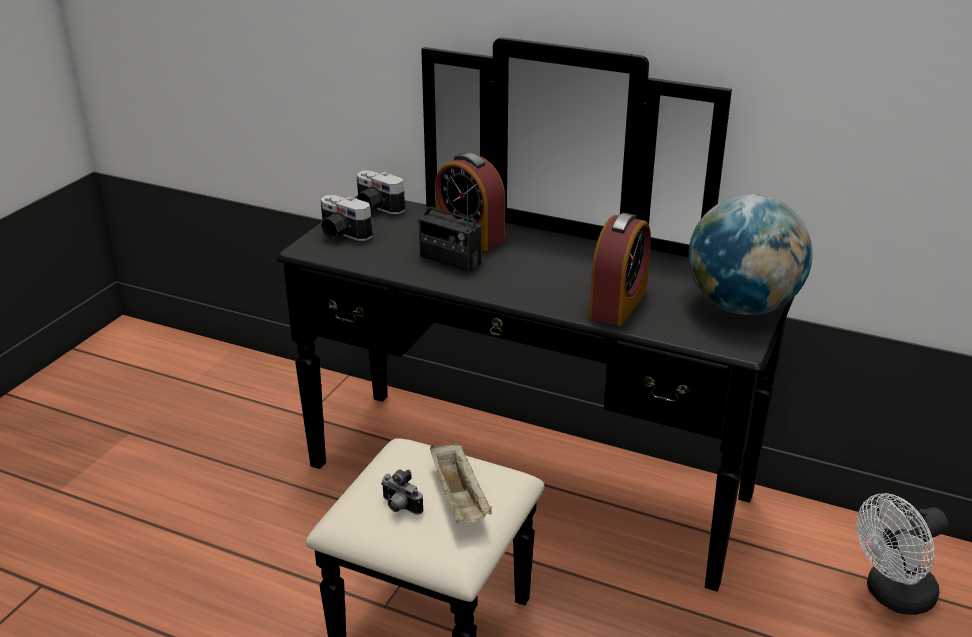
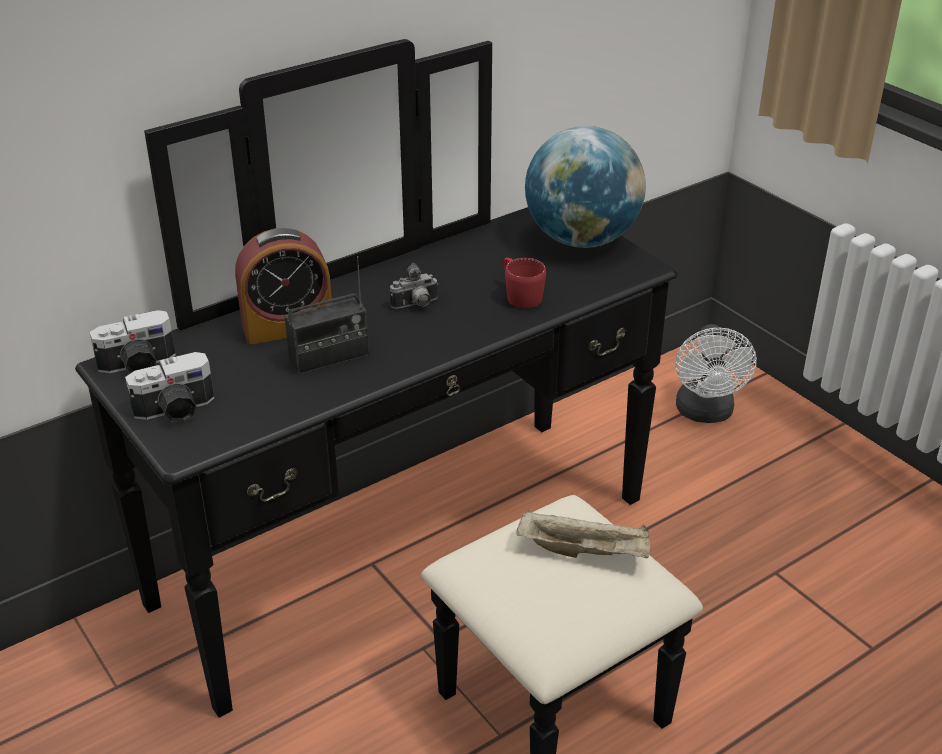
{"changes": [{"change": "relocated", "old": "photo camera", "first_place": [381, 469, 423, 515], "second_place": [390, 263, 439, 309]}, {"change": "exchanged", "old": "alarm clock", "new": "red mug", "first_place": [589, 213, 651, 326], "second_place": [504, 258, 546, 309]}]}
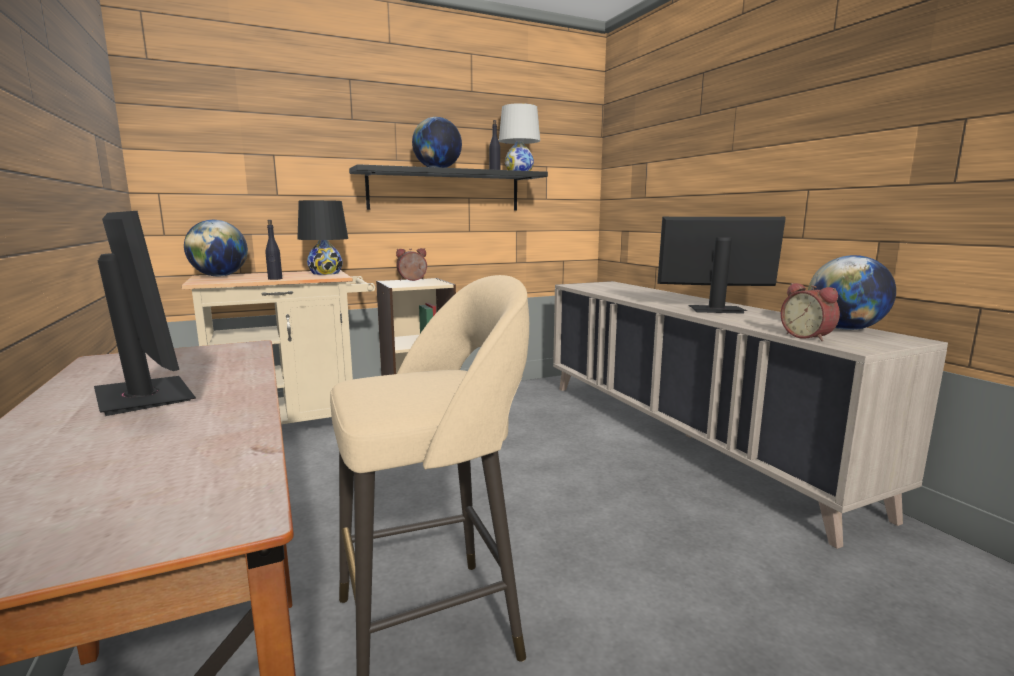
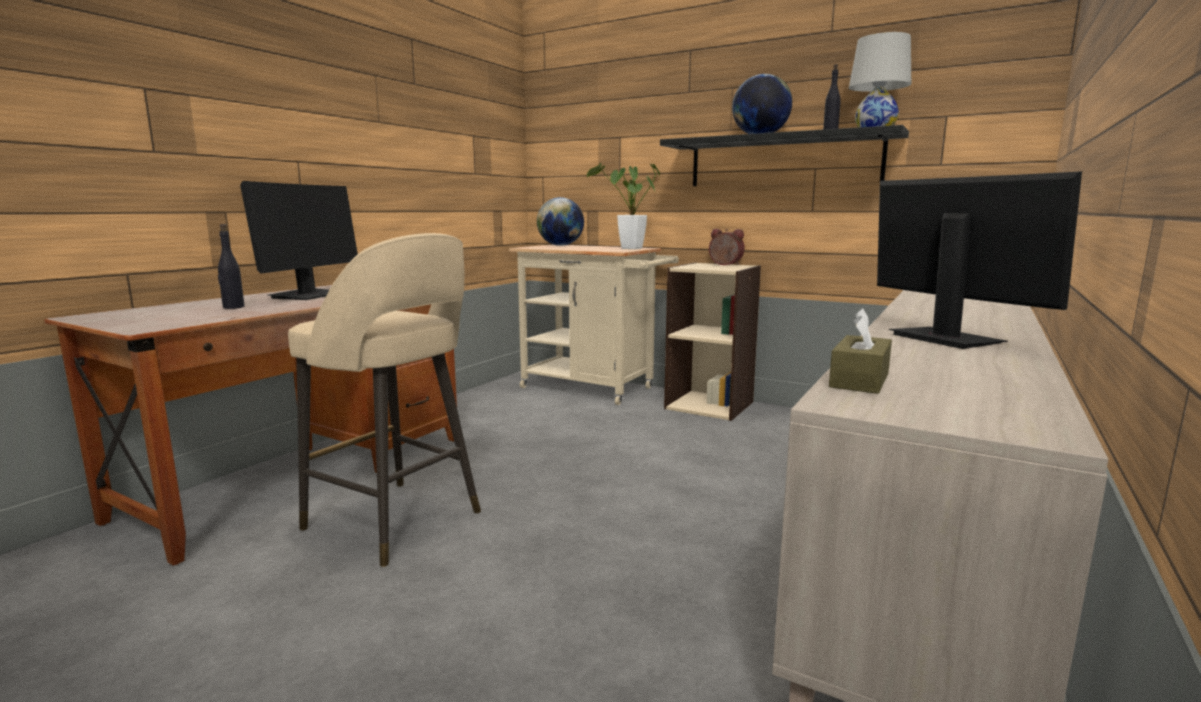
{"changes": [{"change": "relocated", "old": "black bottle", "first_place": [265, 220, 282, 280], "second_place": [218, 224, 245, 309]}, {"change": "exchanged", "old": "black table lamp", "new": "potted plant", "first_place": [297, 200, 348, 275], "second_place": [587, 163, 660, 249]}, {"change": "exchanged", "old": "alarm clock", "new": "brown tissue box", "first_place": [781, 283, 840, 341], "second_place": [829, 308, 892, 394]}, {"change": "missing", "old": "globe", "first_place": [808, 255, 896, 330]}]}
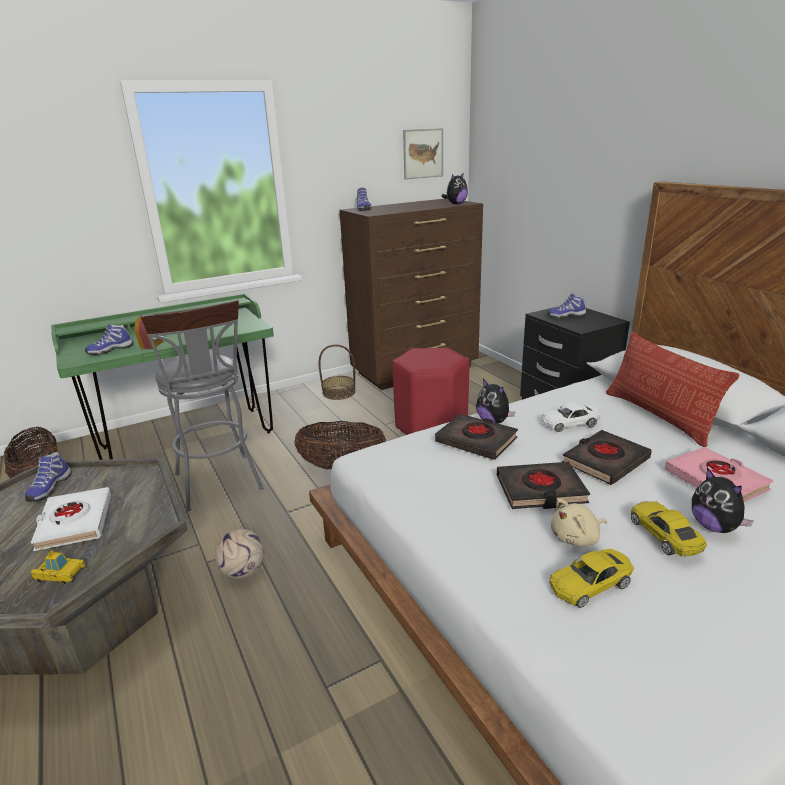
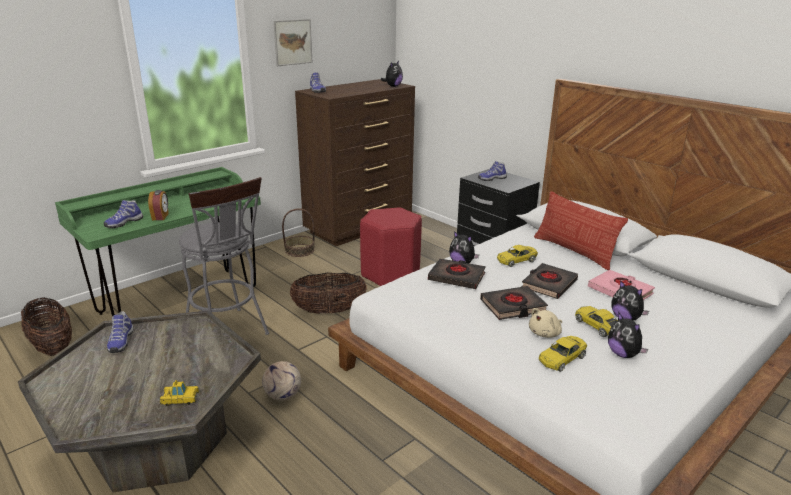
{"changes": [{"change": "relocated", "old": "picture", "first_place": [403, 128, 443, 180], "second_place": [273, 19, 313, 66]}, {"change": "colour", "old": "white toy car", "new": "yellow toy car", "first_place": [542, 402, 601, 432], "second_place": [497, 245, 538, 267]}, {"change": "appeared", "new": "plush toy", "second_place": [608, 313, 648, 358]}, {"change": "missing", "old": "white book", "first_place": [31, 487, 111, 551]}]}
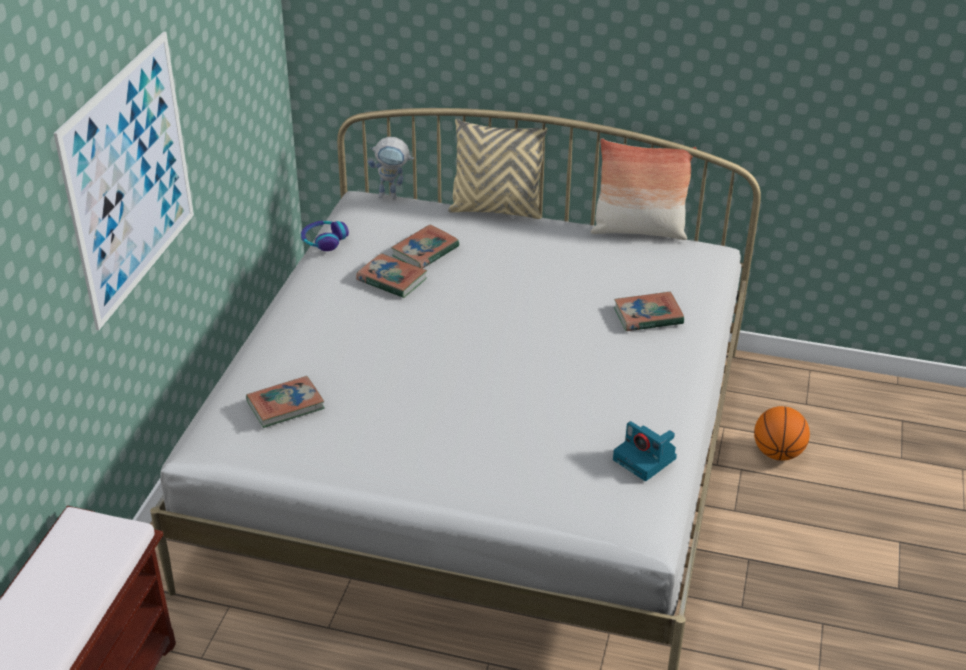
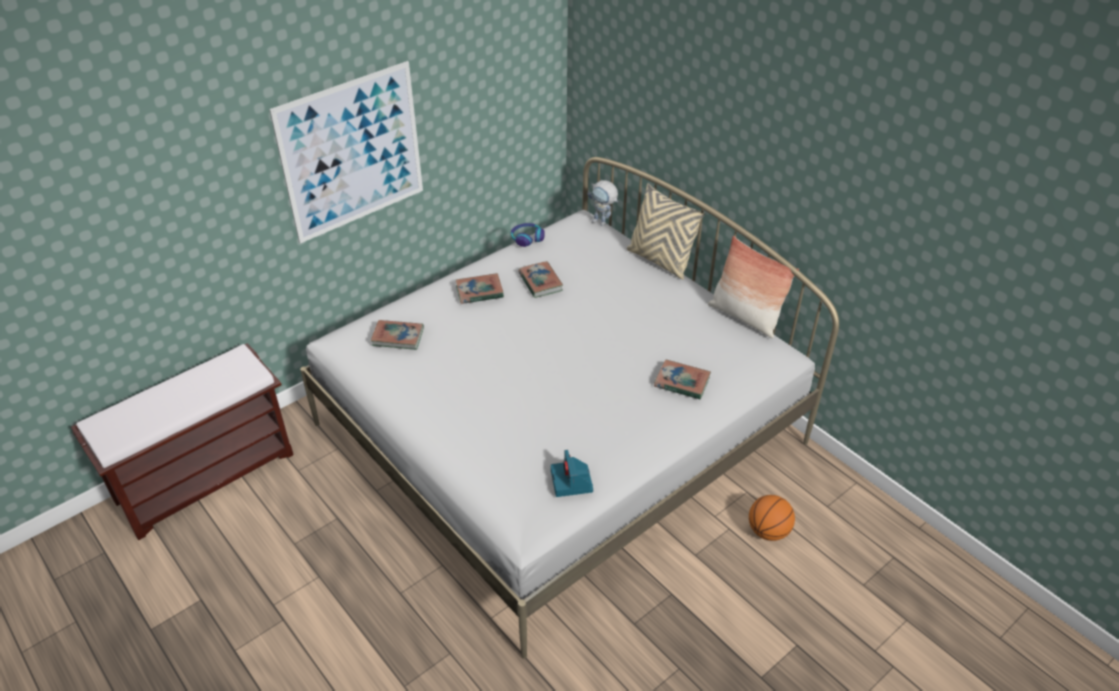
{"changes": [{"change": "relocated", "old": "book", "first_place": [391, 224, 459, 269], "second_place": [456, 273, 504, 304]}]}
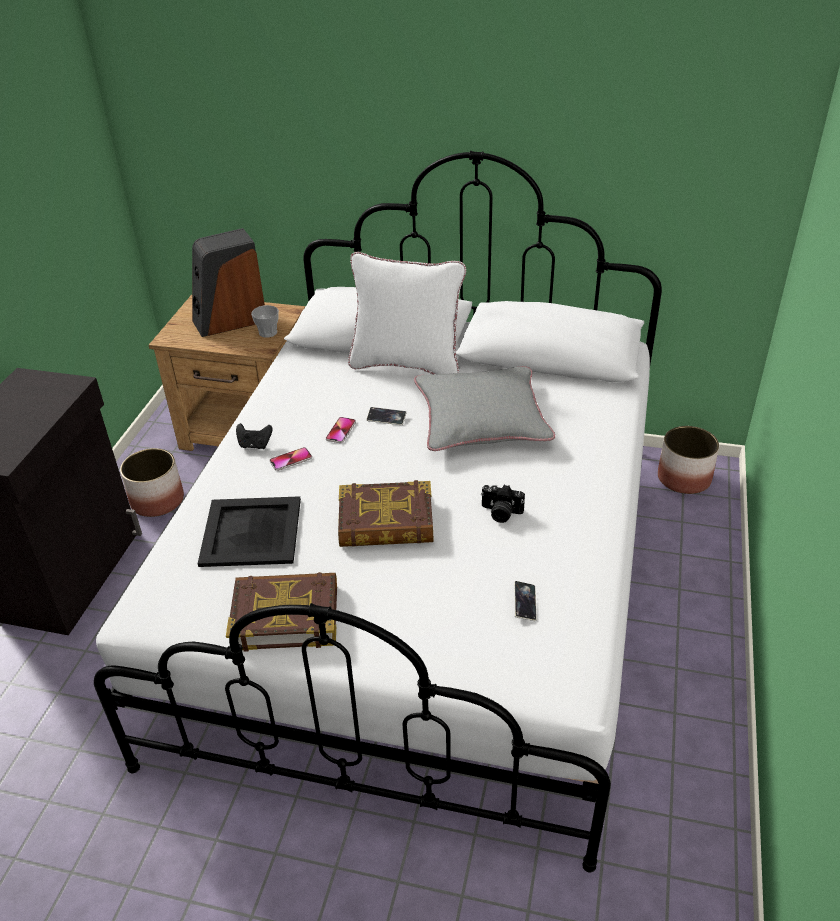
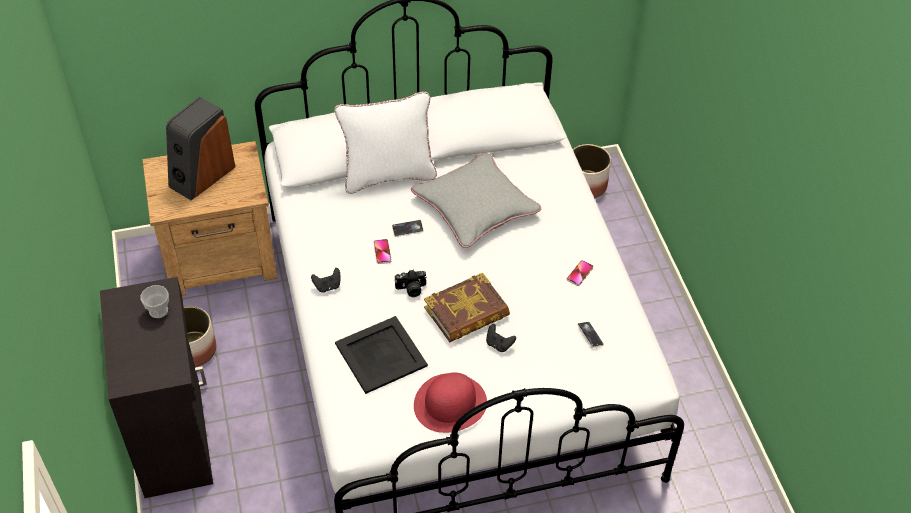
{"changes": [{"change": "relocated", "old": "cup", "first_place": [251, 305, 279, 338], "second_place": [140, 285, 169, 318]}, {"change": "relocated", "old": "photo camera", "first_place": [481, 484, 525, 523], "second_place": [395, 269, 427, 297]}, {"change": "exchanged", "old": "book", "new": "red hat", "first_place": [226, 572, 337, 652], "second_place": [414, 373, 487, 433]}, {"change": "appeared", "new": "black game controller", "second_place": [486, 324, 516, 352]}, {"change": "relocated", "old": "phone", "first_place": [269, 447, 312, 471], "second_place": [567, 260, 594, 286]}]}
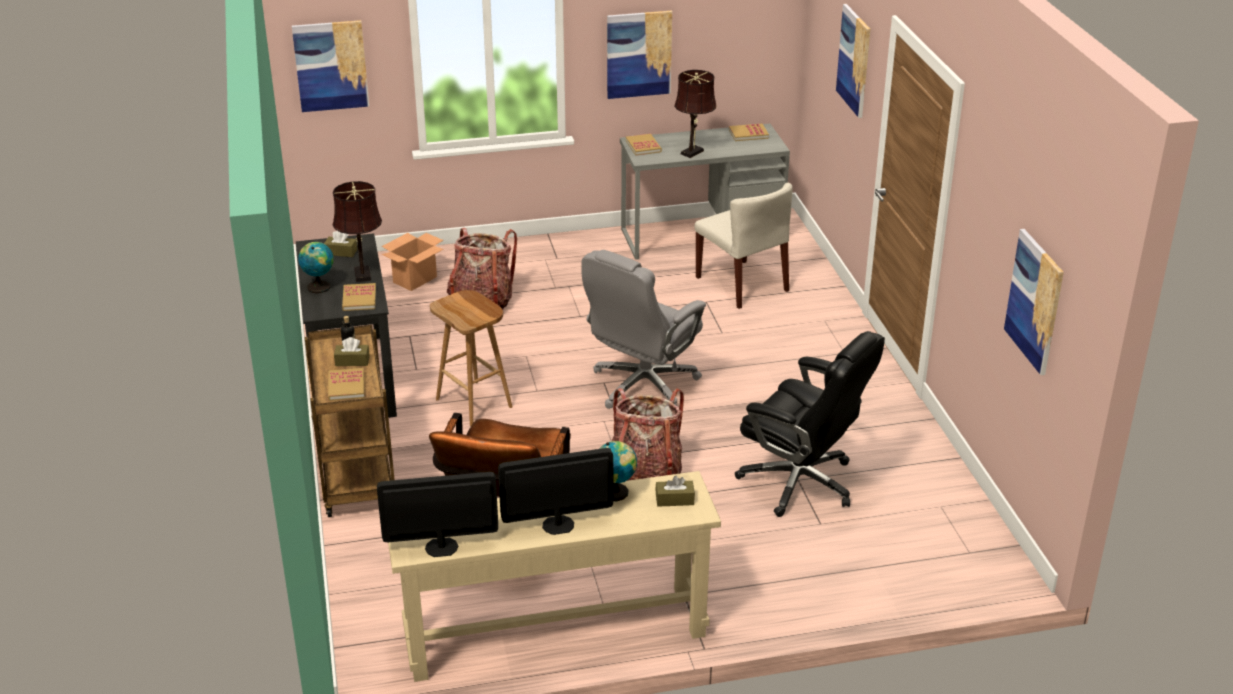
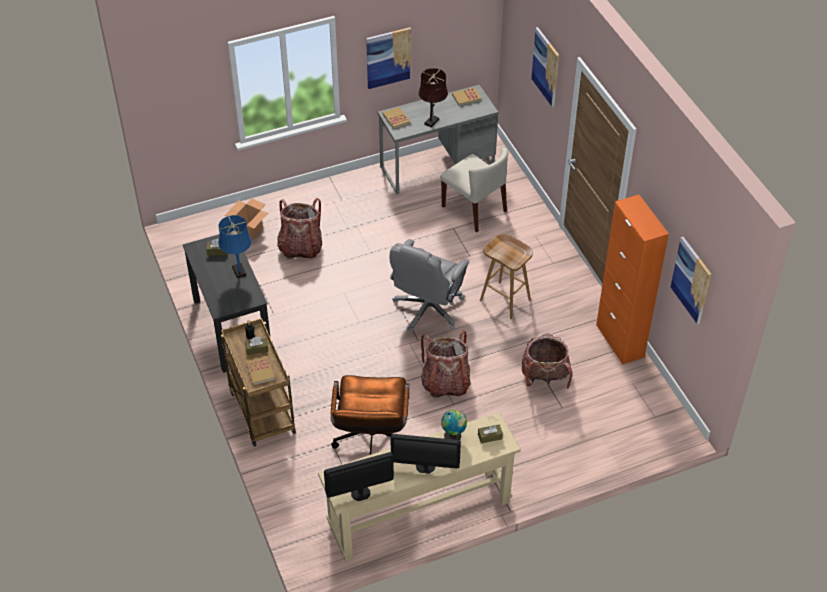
{"changes": [{"change": "colour", "old": "brown table lamp", "new": "blue table lamp", "first_place": [333, 181, 382, 282], "second_place": [218, 215, 252, 278]}, {"change": "spun", "old": "monitor", "first_place": [498, 448, 613, 535], "second_place": [390, 434, 461, 474], "degrees": -150}, {"change": "relocated", "old": "brown stool", "first_place": [430, 290, 512, 426], "second_place": [480, 234, 533, 319]}, {"change": "exchanged", "old": "black office chair", "new": "backpack", "first_place": [735, 331, 885, 517], "second_place": [522, 333, 572, 389]}, {"change": "appeared", "new": "orange cabinet", "second_place": [596, 194, 669, 365]}, {"change": "missing", "old": "picture", "first_place": [292, 20, 369, 112]}, {"change": "missing", "old": "globe", "first_place": [298, 242, 333, 293]}, {"change": "missing", "old": "book", "first_place": [342, 283, 376, 311]}]}
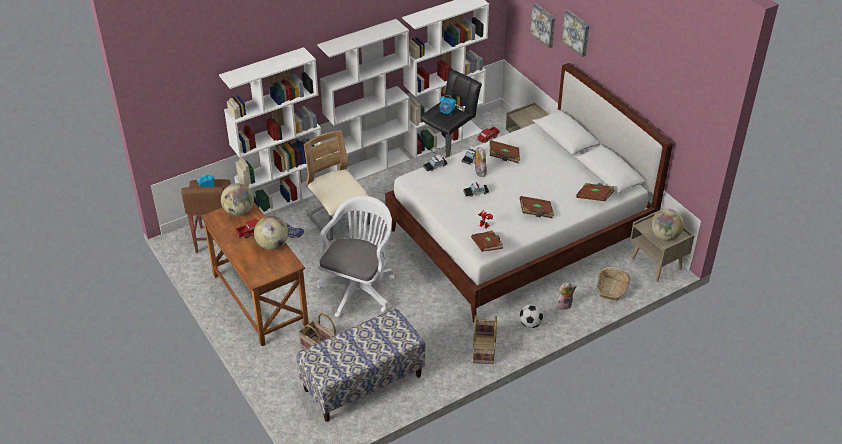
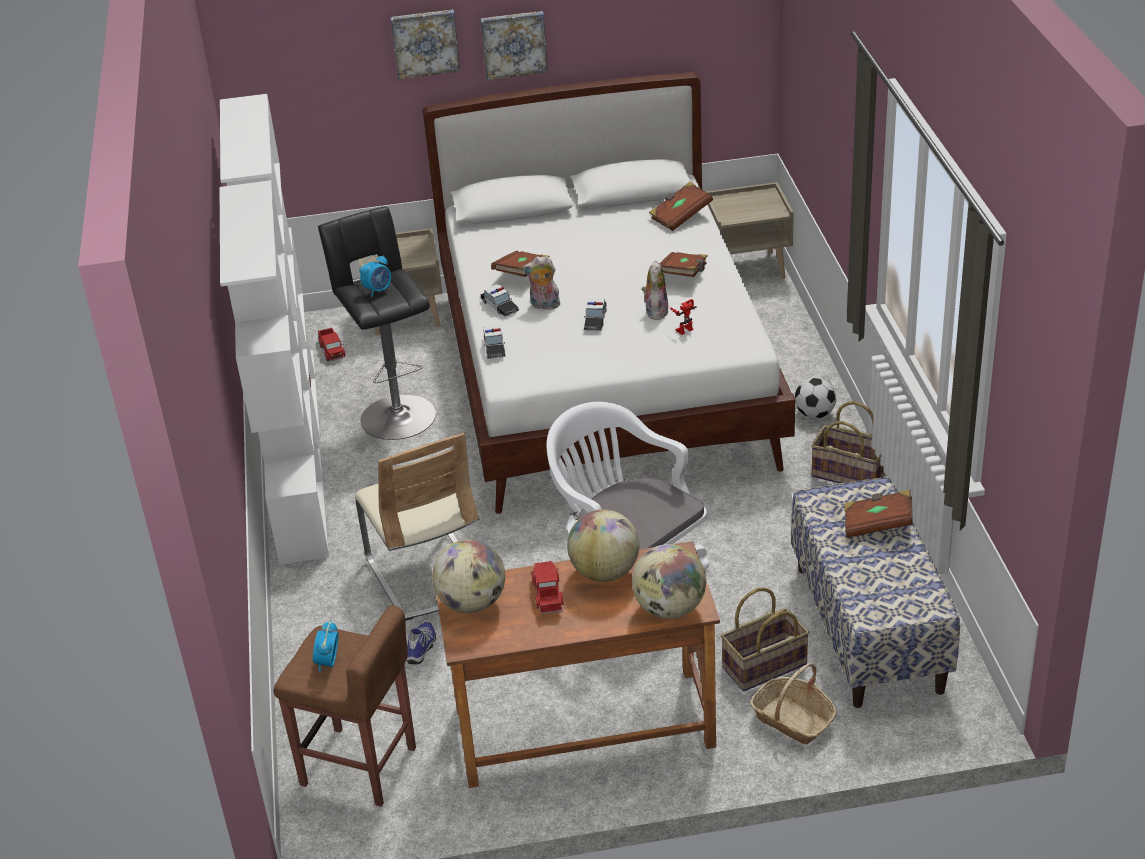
{"changes": [{"change": "spun", "old": "beige chair", "first_place": [304, 130, 370, 241], "second_place": [355, 433, 479, 621], "degrees": -105}, {"change": "relocated", "old": "picture", "first_place": [529, 3, 555, 48], "second_place": [480, 11, 548, 80]}, {"change": "relocated", "old": "globe", "first_place": [651, 209, 684, 241], "second_place": [632, 544, 706, 619]}, {"change": "relocated", "old": "plush toy", "first_place": [556, 282, 577, 310], "second_place": [641, 260, 669, 320]}, {"change": "relocated", "old": "basket", "first_place": [597, 267, 630, 301], "second_place": [750, 663, 837, 744]}, {"change": "relocated", "old": "brown book", "first_place": [471, 230, 503, 252], "second_place": [844, 490, 913, 538]}, {"change": "missing", "old": "white bookcase", "first_place": [219, 47, 322, 215]}]}
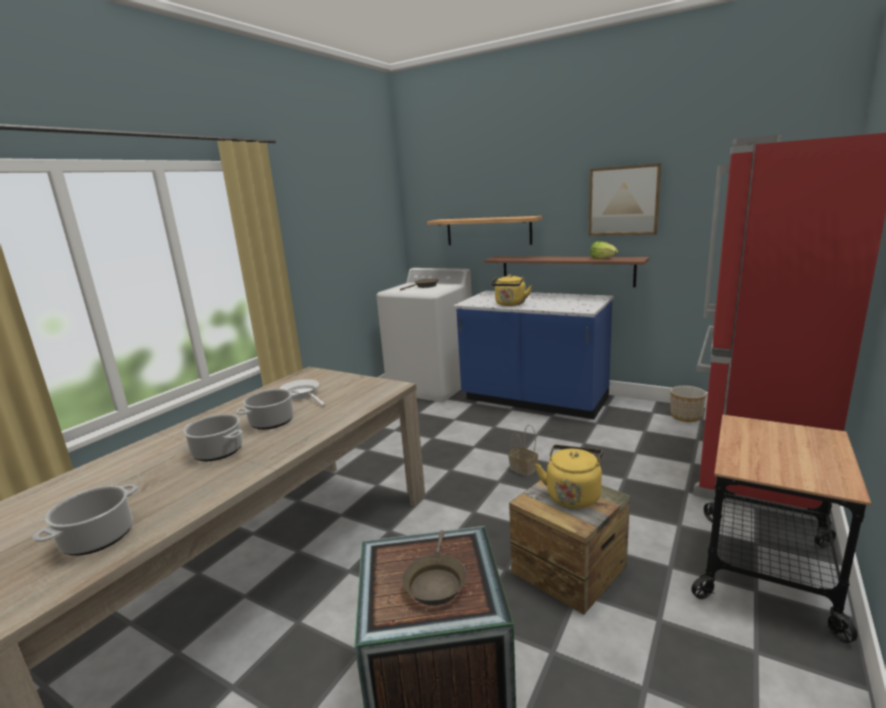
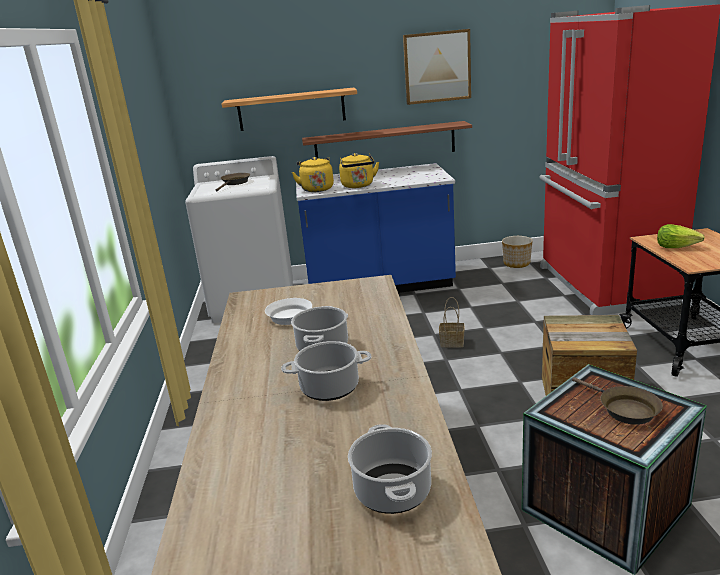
{"changes": [{"change": "relocated", "old": "yellow kettle", "first_place": [535, 445, 603, 509], "second_place": [292, 157, 334, 192]}, {"change": "relocated", "old": "lettuce", "first_place": [590, 241, 618, 259], "second_place": [657, 224, 705, 248]}]}
